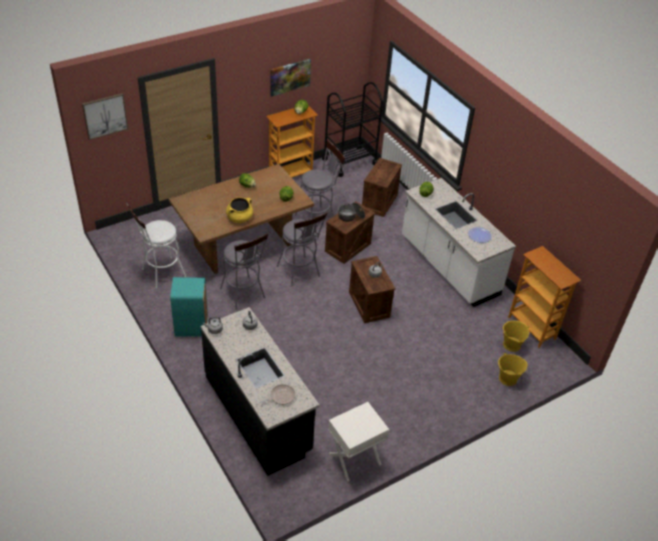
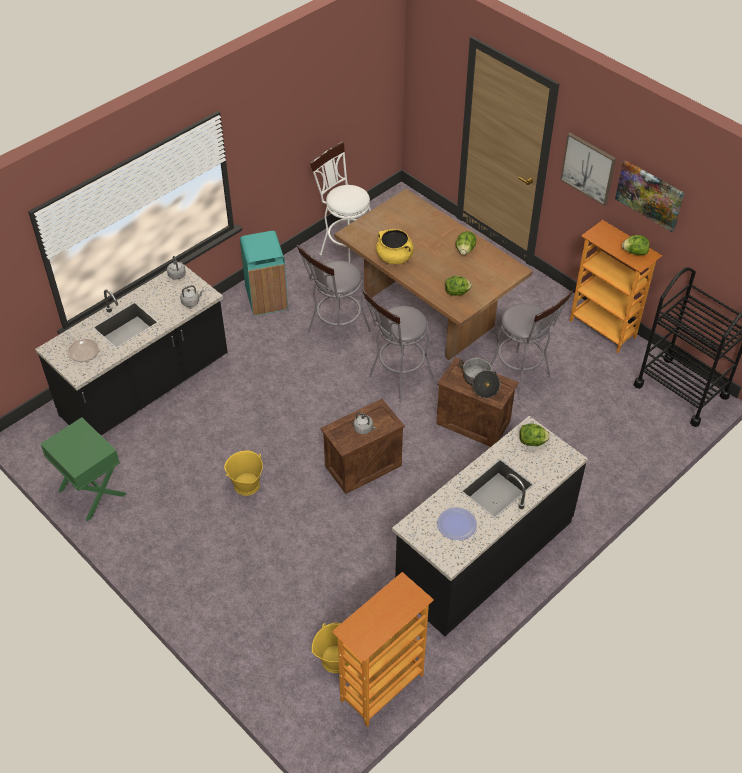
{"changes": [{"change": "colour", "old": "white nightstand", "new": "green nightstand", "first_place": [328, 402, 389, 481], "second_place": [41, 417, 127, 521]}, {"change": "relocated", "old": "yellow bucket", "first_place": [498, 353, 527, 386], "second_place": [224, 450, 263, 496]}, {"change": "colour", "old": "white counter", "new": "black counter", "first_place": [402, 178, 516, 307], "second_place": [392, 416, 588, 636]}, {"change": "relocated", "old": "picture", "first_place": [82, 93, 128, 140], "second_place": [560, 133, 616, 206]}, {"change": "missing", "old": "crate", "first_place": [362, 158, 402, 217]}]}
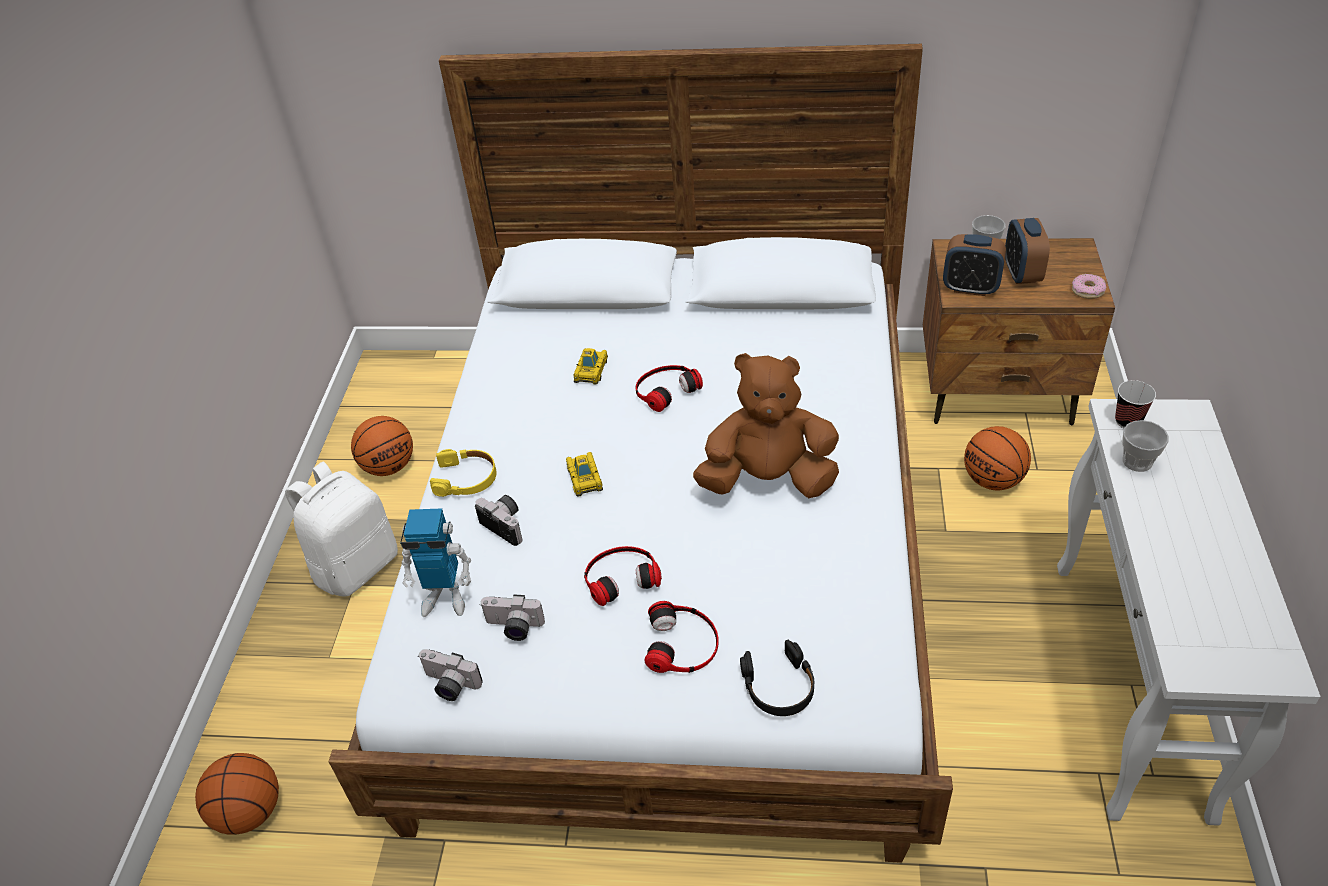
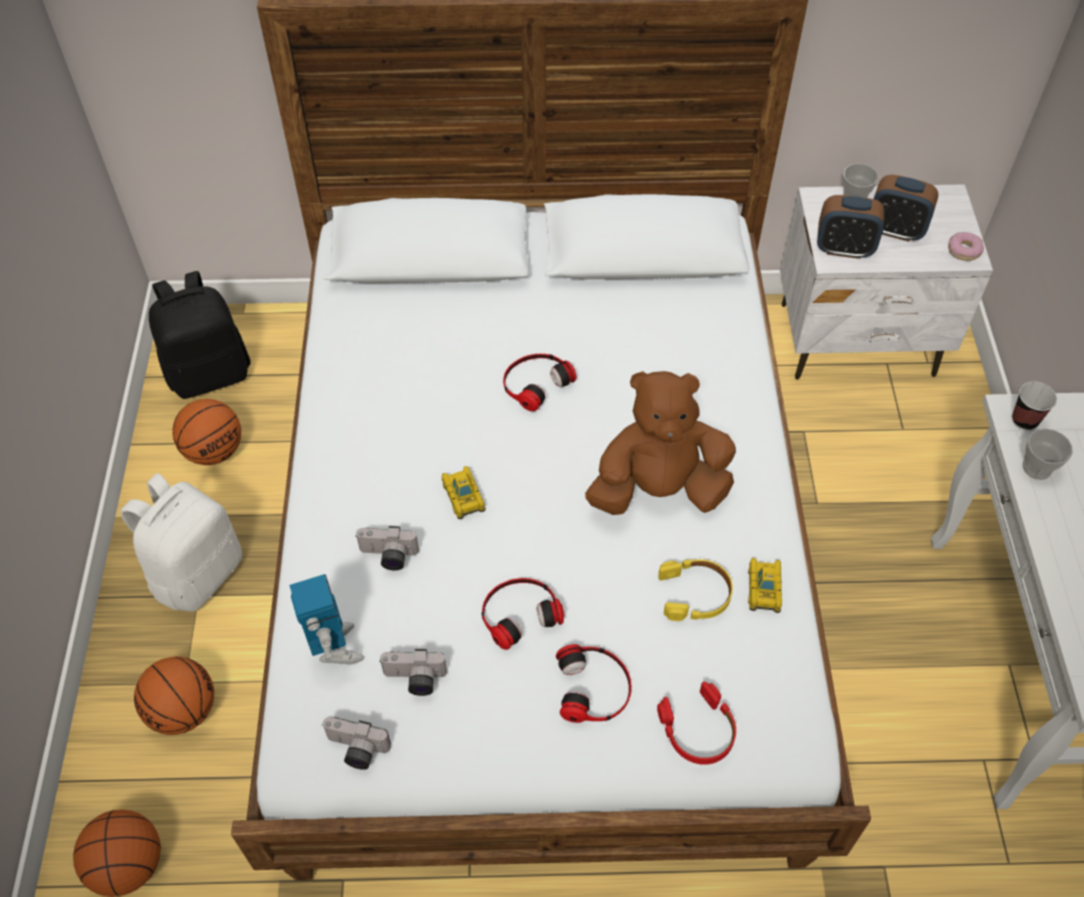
{"changes": [{"change": "relocated", "old": "basketball", "first_place": [964, 426, 1031, 491], "second_place": [134, 656, 214, 735]}, {"change": "appeared", "new": "black backpack", "second_place": [149, 271, 251, 399]}, {"change": "spun", "old": "toy robot", "first_place": [400, 508, 471, 617], "second_place": [289, 574, 364, 665], "degrees": -105}, {"change": "spun", "old": "photo camera", "first_place": [475, 495, 523, 546], "second_place": [355, 526, 419, 570], "degrees": 150}, {"change": "colour", "old": "black headphones", "new": "red headphones", "first_place": [740, 640, 814, 716], "second_place": [657, 682, 736, 765]}, {"change": "relocated", "old": "yellow headphones", "first_place": [430, 449, 496, 497], "second_place": [658, 559, 733, 621]}, {"change": "relocated", "old": "toy car", "first_place": [574, 348, 608, 384], "second_place": [748, 558, 782, 613]}, {"change": "colour", "old": "brown nightstand", "new": "white nightstand", "first_place": [923, 238, 1115, 425], "second_place": [780, 184, 993, 380]}, {"change": "spun", "old": "alarm clock", "first_place": [1005, 218, 1050, 284], "second_place": [874, 174, 938, 242], "degrees": -60}]}
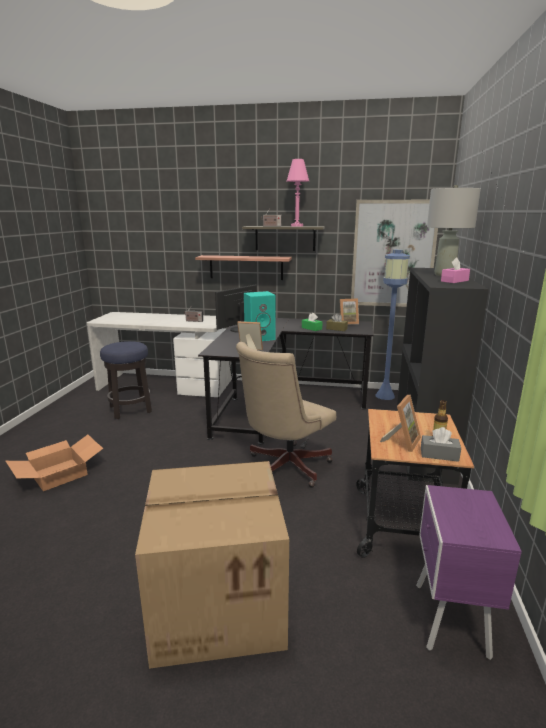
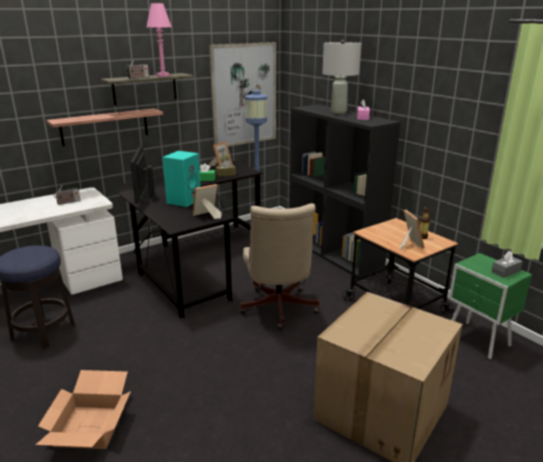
{"changes": [{"change": "colour", "old": "purple nightstand", "new": "green nightstand", "first_place": [416, 485, 522, 660], "second_place": [449, 253, 532, 359]}, {"change": "relocated", "old": "grey tissue box", "first_place": [421, 427, 461, 462], "second_place": [491, 251, 523, 278]}]}
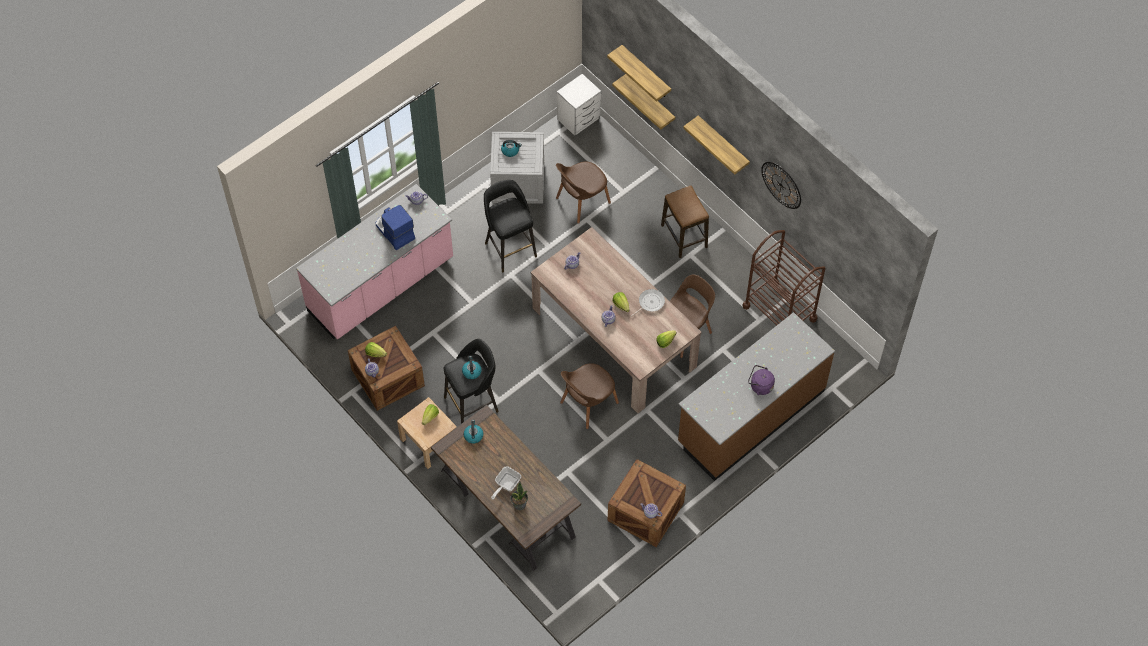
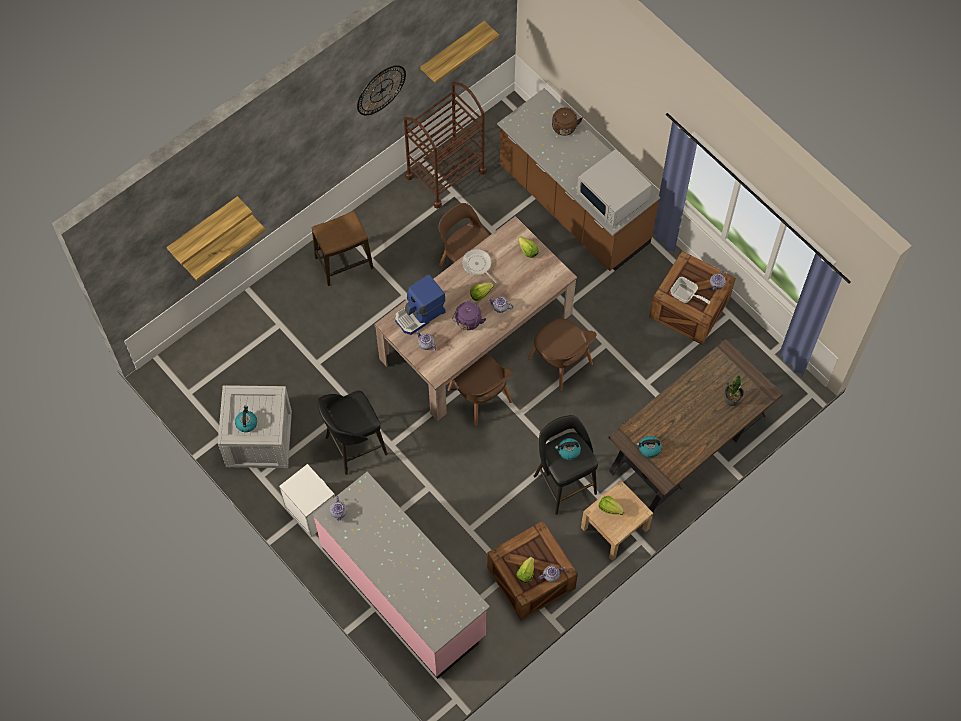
{"changes": [{"change": "relocated", "old": "white nightstand", "first_place": [557, 74, 601, 136], "second_place": [279, 464, 335, 537]}, {"change": "relocated", "old": "coffee machine", "first_place": [375, 205, 415, 250], "second_place": [395, 274, 446, 335]}, {"change": "relocated", "old": "shelf", "first_place": [683, 115, 750, 175], "second_place": [420, 21, 499, 84]}, {"change": "relocated", "old": "brown chair", "first_place": [556, 161, 611, 223], "second_place": [448, 354, 512, 426]}, {"change": "relocated", "old": "purple kettle", "first_place": [748, 365, 775, 395], "second_place": [452, 301, 486, 330]}, {"change": "appeared", "new": "brown kettle", "second_place": [552, 107, 583, 136]}, {"change": "appeared", "new": "white microwave", "second_place": [577, 149, 652, 227]}, {"change": "relocated", "old": "frying pan", "first_place": [491, 466, 521, 499], "second_place": [671, 277, 710, 304]}]}
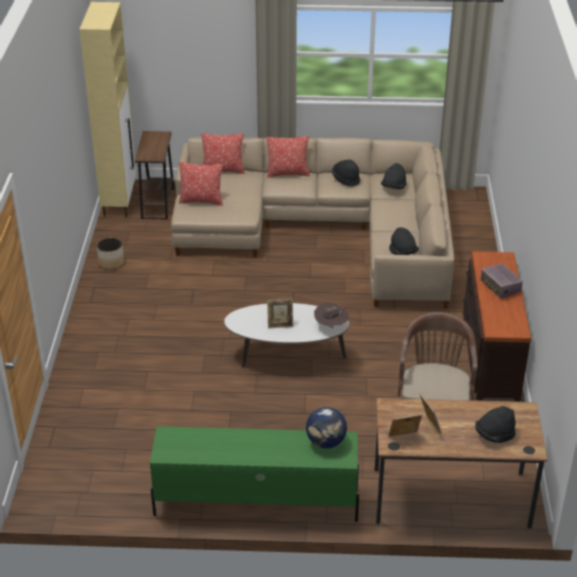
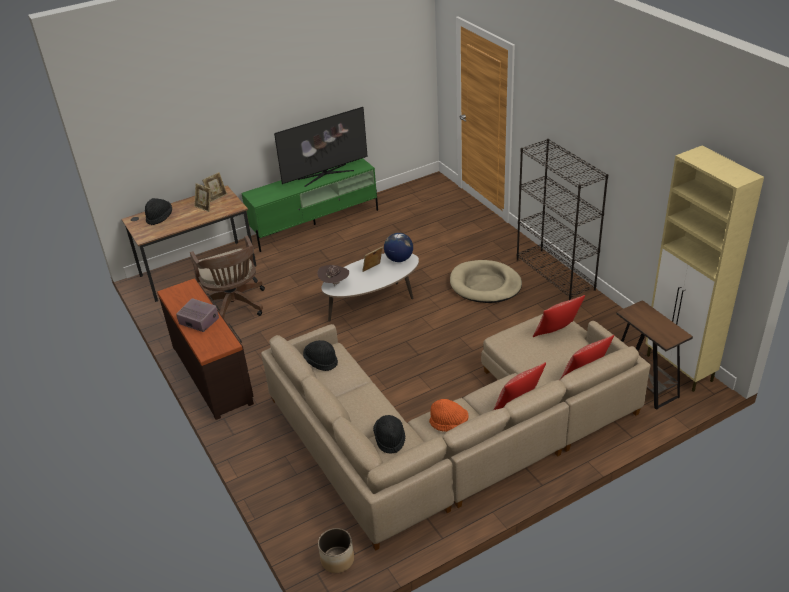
{"changes": [{"change": "appeared", "new": "television", "second_place": [274, 107, 367, 187]}, {"change": "relocated", "old": "planter", "first_place": [97, 237, 124, 270], "second_place": [318, 528, 354, 573]}, {"change": "relocated", "old": "globe", "first_place": [306, 407, 347, 448], "second_place": [384, 233, 413, 262]}, {"change": "colour", "old": "black hat", "new": "orange hat", "first_place": [332, 160, 360, 187], "second_place": [429, 399, 469, 432]}, {"change": "appeared", "new": "beige dog bed", "second_place": [450, 260, 522, 303]}, {"change": "appeared", "new": "black bookcase", "second_place": [517, 139, 608, 300]}]}
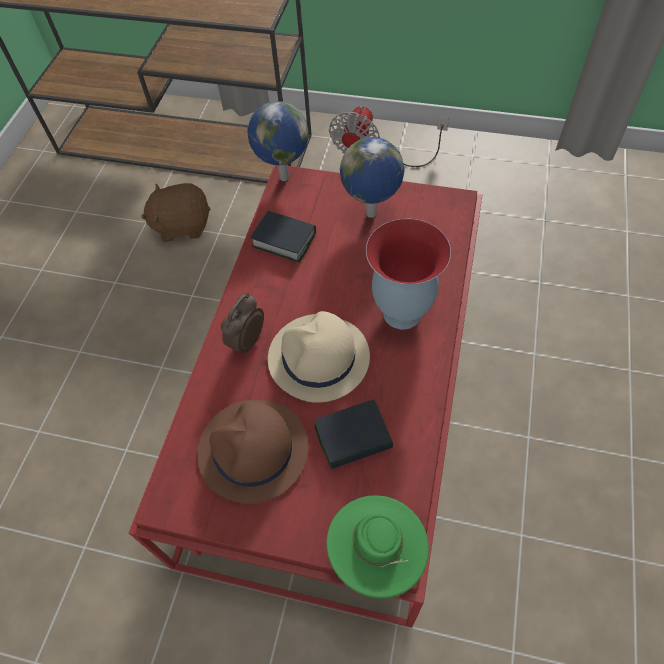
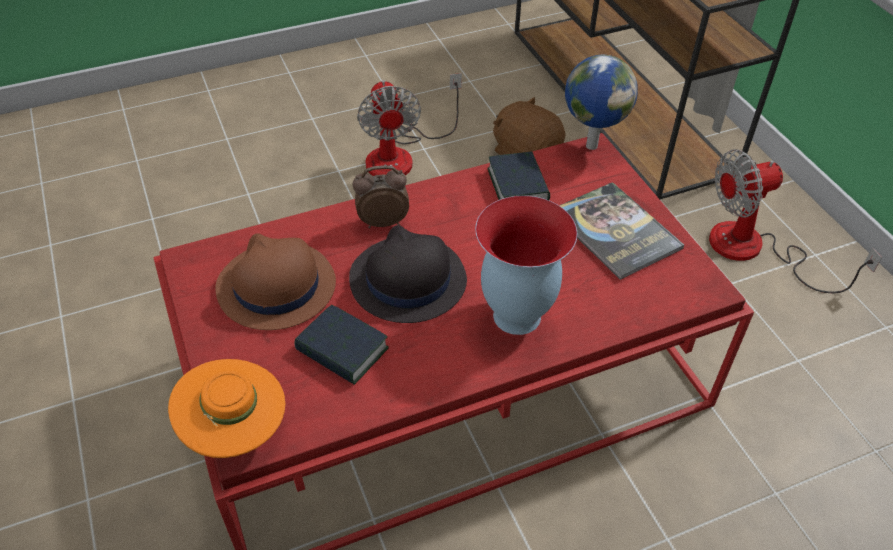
{"changes": [{"change": "colour", "old": "green hat", "new": "orange hat", "first_place": [326, 495, 429, 599], "second_place": [168, 359, 285, 458]}, {"change": "colour", "old": "beige hat", "new": "black hat", "first_place": [268, 311, 370, 403], "second_place": [349, 225, 467, 323]}, {"change": "appeared", "new": "fan", "second_place": [357, 73, 462, 176]}, {"change": "exchanged", "old": "globe", "new": "book", "first_place": [340, 137, 404, 218], "second_place": [559, 182, 684, 280]}]}
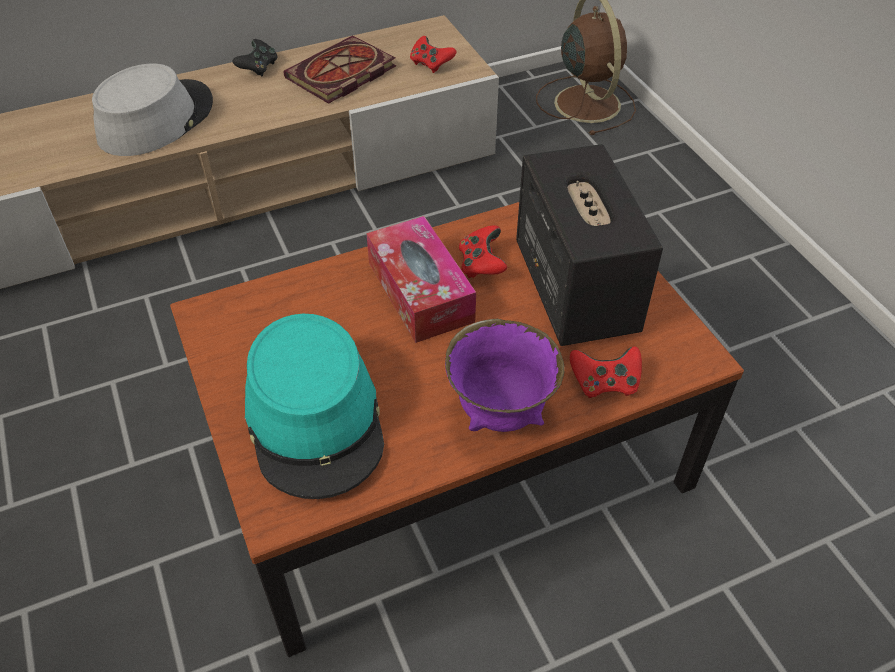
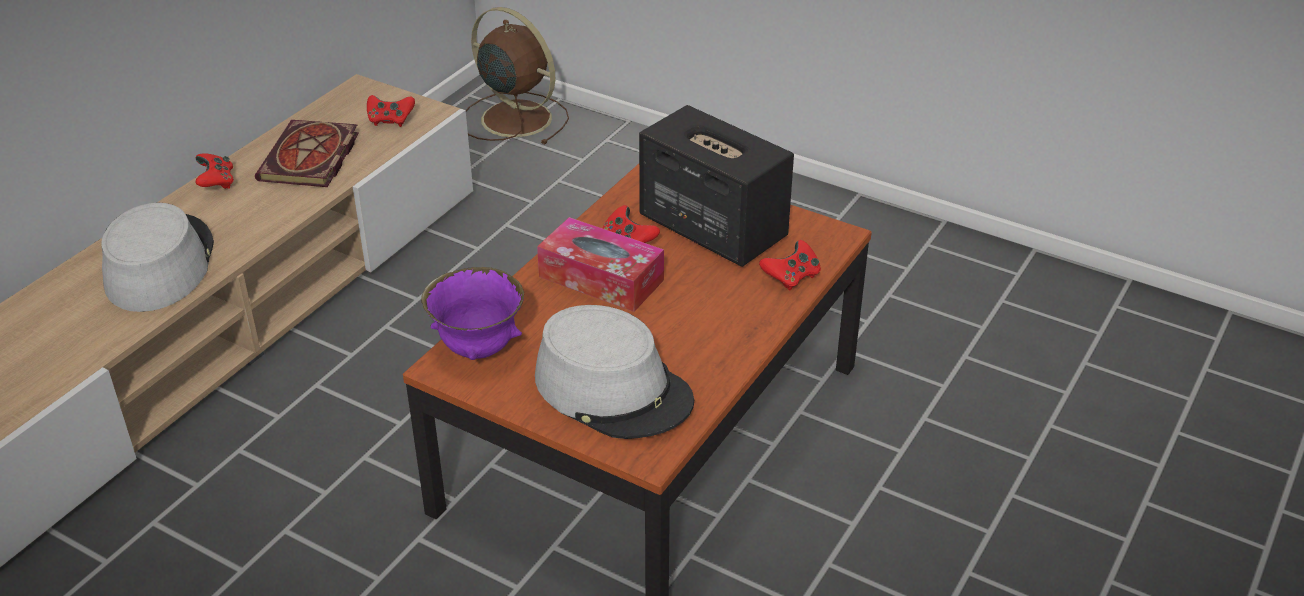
{"changes": [{"change": "colour", "old": "black game controller", "new": "red game controller", "first_place": [233, 39, 278, 76], "second_place": [195, 153, 234, 189]}, {"change": "relocated", "old": "purple bowl", "first_place": [445, 319, 565, 432], "second_place": [421, 267, 524, 360]}, {"change": "colour", "old": "turquoise hat", "new": "grey hat", "first_place": [245, 314, 384, 499], "second_place": [535, 305, 694, 439]}]}
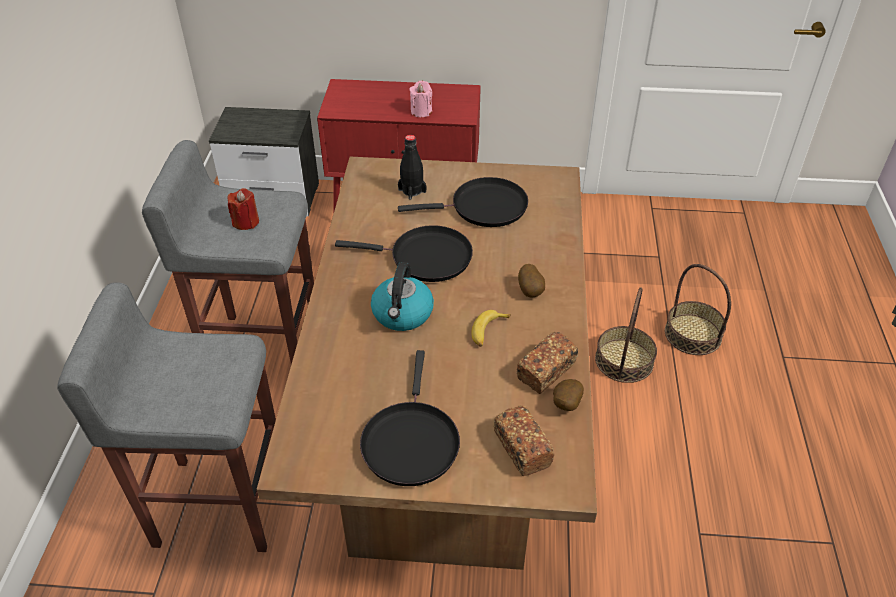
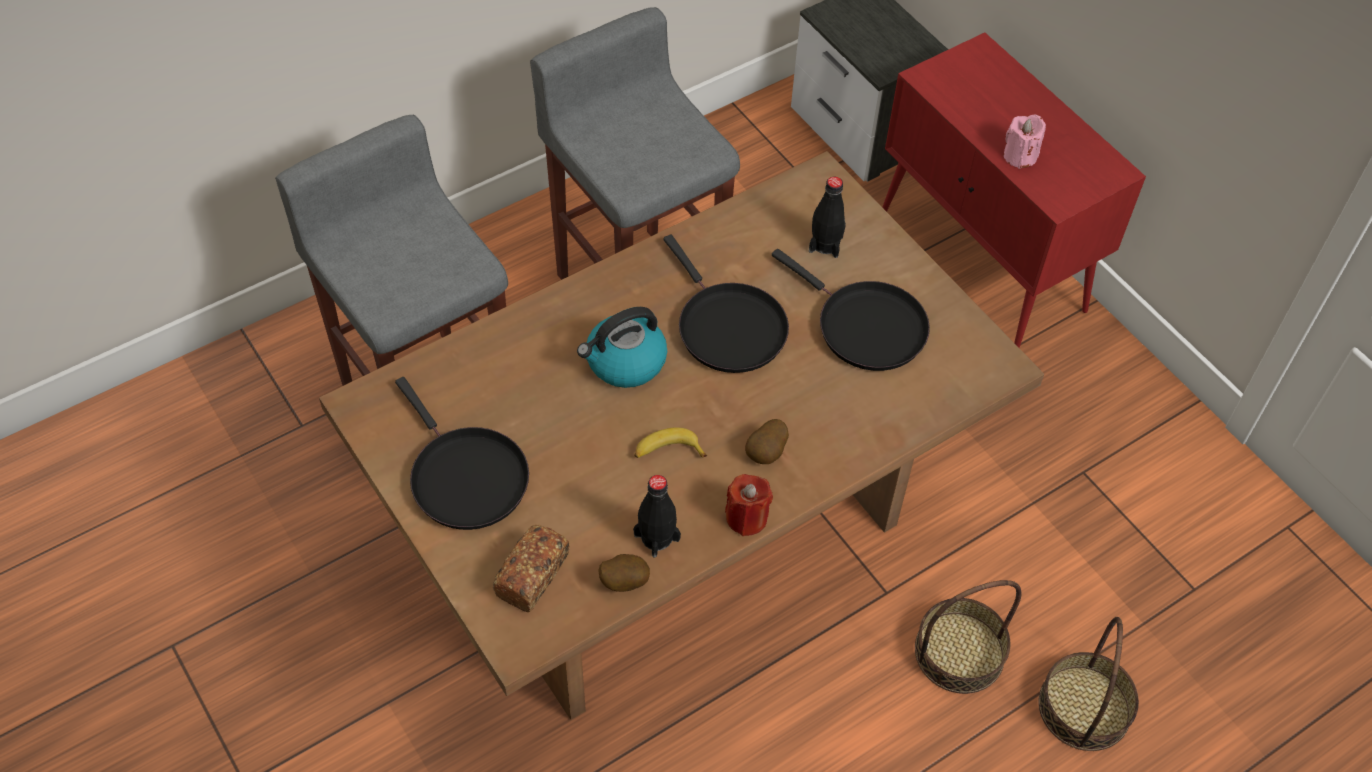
{"changes": [{"change": "spun", "old": "black frying pan", "first_place": [360, 350, 460, 486], "second_place": [395, 377, 529, 530], "degrees": -90}, {"change": "exchanged", "old": "bread", "new": "black bottle", "first_place": [517, 332, 578, 394], "second_place": [633, 475, 681, 558]}, {"change": "relocated", "old": "red candle", "first_place": [228, 188, 259, 230], "second_place": [725, 474, 773, 536]}]}
